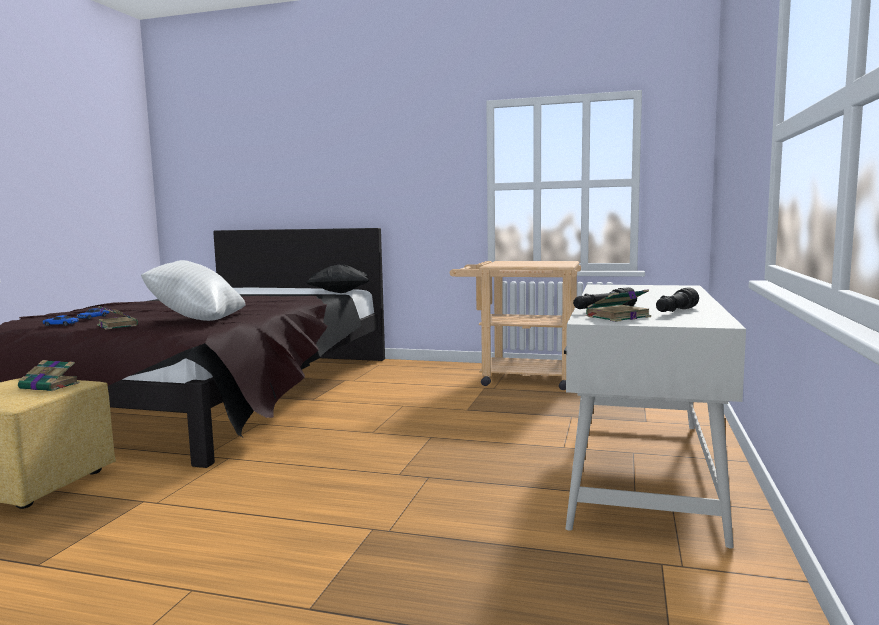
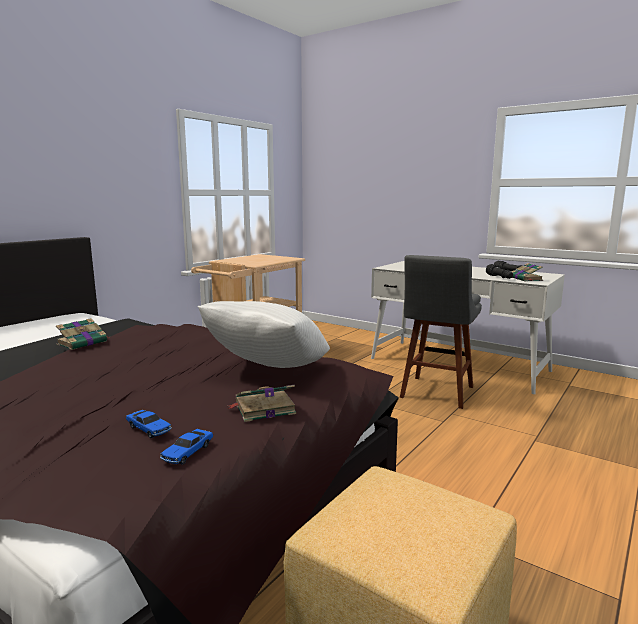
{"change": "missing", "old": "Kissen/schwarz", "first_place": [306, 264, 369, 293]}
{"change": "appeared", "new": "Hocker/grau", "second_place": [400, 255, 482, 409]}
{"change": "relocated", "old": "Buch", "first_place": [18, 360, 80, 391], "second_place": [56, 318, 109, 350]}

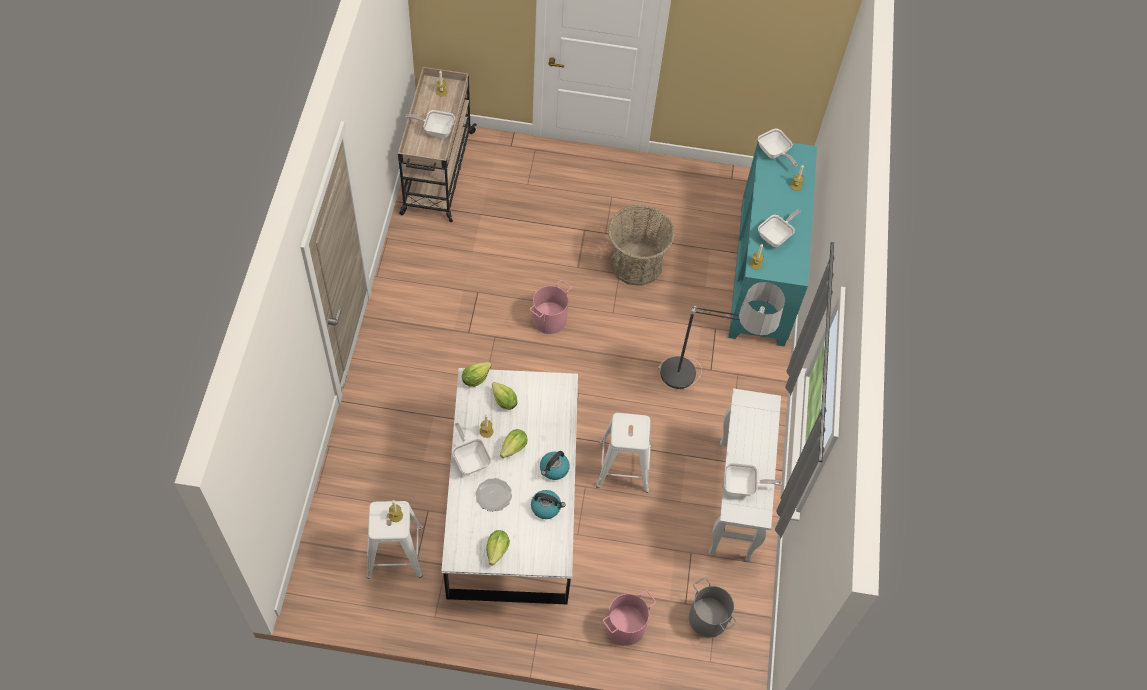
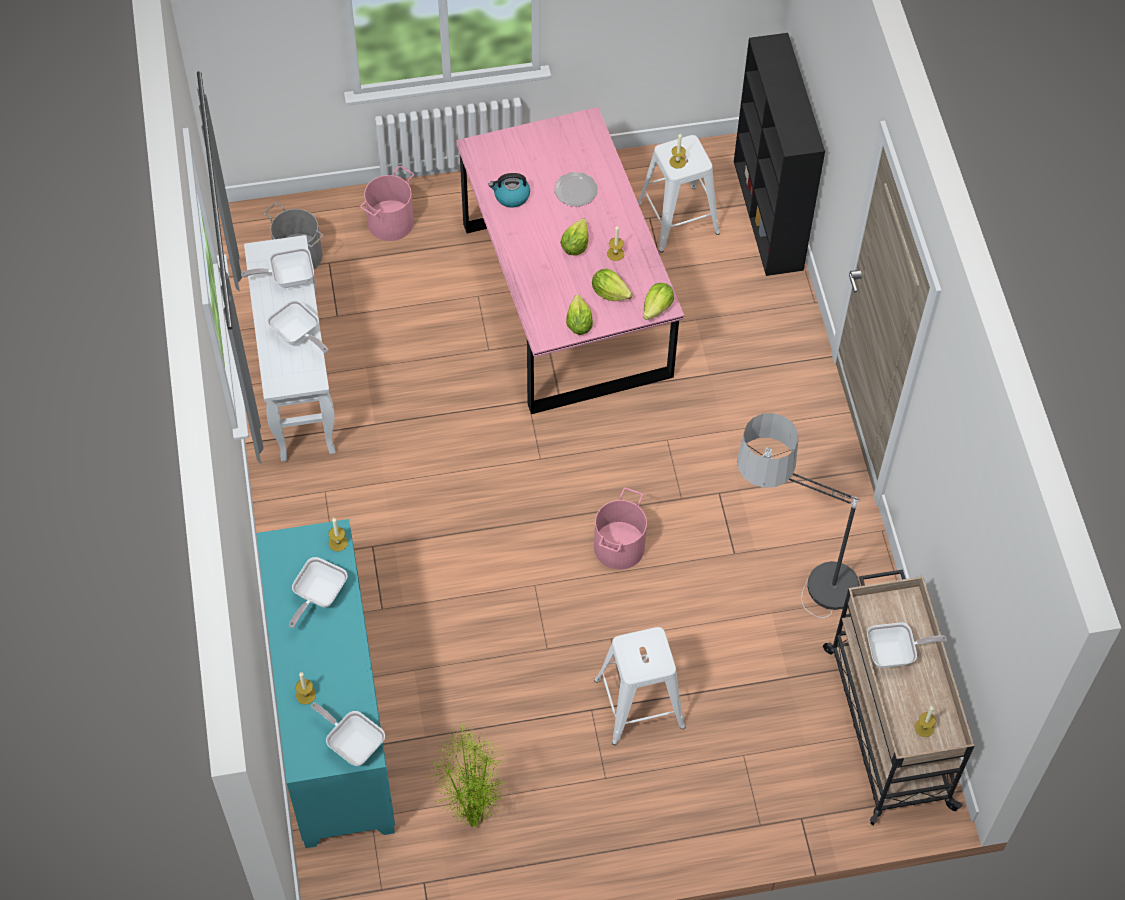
{"change": "missing", "old": "Wasserkessel", "first_place": [540, 451, 570, 480]}
{"change": "missing", "old": "Korb", "first_place": [608, 205, 675, 286]}
{"change": "appeared", "new": "Topfpflanze", "second_place": [428, 723, 507, 830]}
{"change": "appeared", "new": "Bücherregal/schwarz", "second_place": [734, 33, 825, 276]}
{"change": "relocated", "old": "Pfanne", "first_place": [452, 423, 491, 475], "second_place": [267, 299, 328, 354]}
{"change": "relocated", "old": "Salatkopf", "first_place": [487, 530, 510, 565], "second_place": [566, 295, 593, 335]}
{"change": "relocated", "old": "Hocker/weiß", "first_place": [596, 413, 651, 493], "second_place": [594, 627, 685, 745]}
{"change": "relocated", "old": "Stehlampe", "first_place": [658, 282, 785, 389], "second_place": [737, 413, 860, 618]}
{"change": "colour", "old": "Esstisch/weiß", "new": "Esstisch/rosa", "first_place": [441, 368, 578, 604], "second_place": [456, 107, 684, 414]}

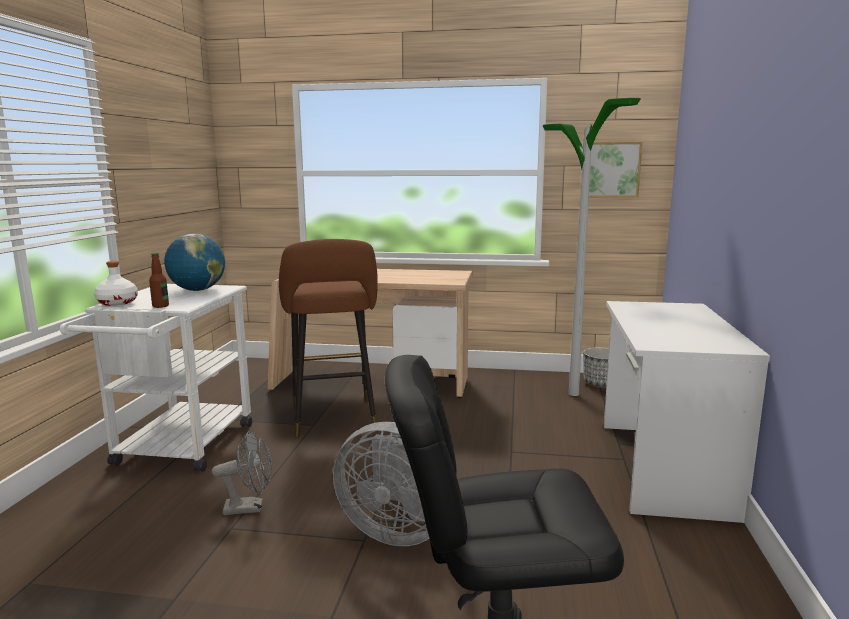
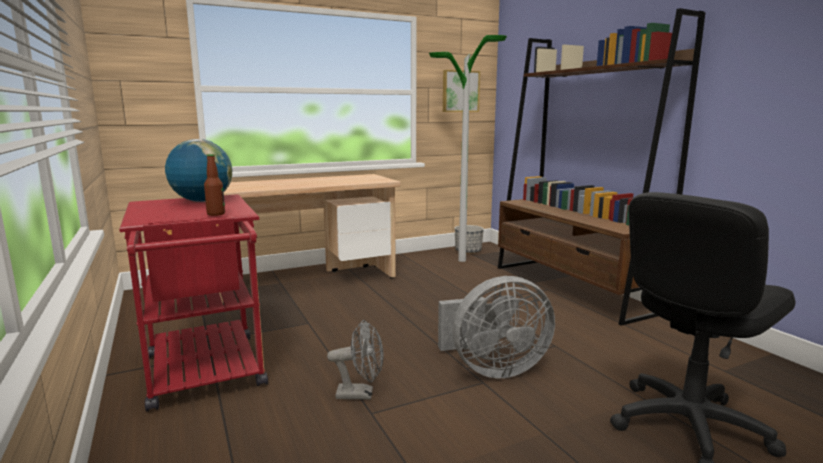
{"change": "missing", "old": "Flasche/weiß", "first_place": [94, 261, 138, 306]}
{"change": "missing", "old": "Hocker/braun", "first_place": [279, 239, 378, 437]}
{"change": "exchanged", "old": "Schreibtisch/weiß", "new": "Bücherregal/braun", "first_place": [604, 301, 770, 523], "second_place": [498, 8, 706, 326]}
{"change": "colour", "old": "Rollwagen/weiß", "new": "Rollwagen/rot", "first_place": [60, 284, 252, 472], "second_place": [119, 194, 268, 411]}
{"change": "spun", "old": "Ventilator/grau", "first_place": [212, 431, 272, 515], "second_place": [327, 320, 383, 400], "degrees": 45}

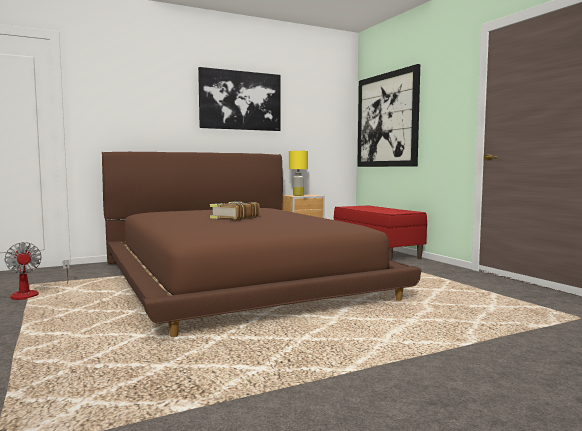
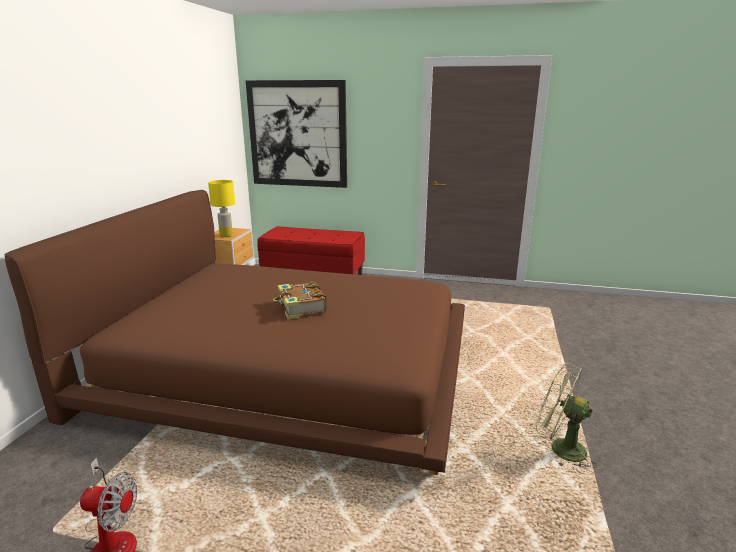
{"change": "missing", "old": "Bild", "first_place": [198, 67, 281, 131]}
{"change": "appeared", "new": "Ventilator/grün", "second_place": [536, 363, 597, 469]}

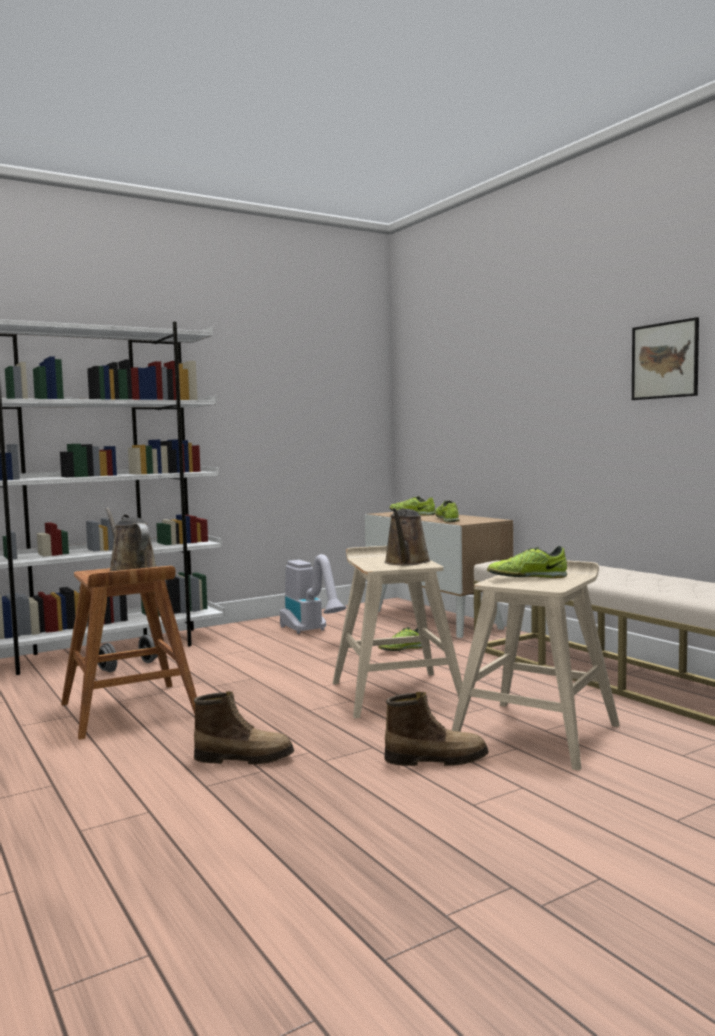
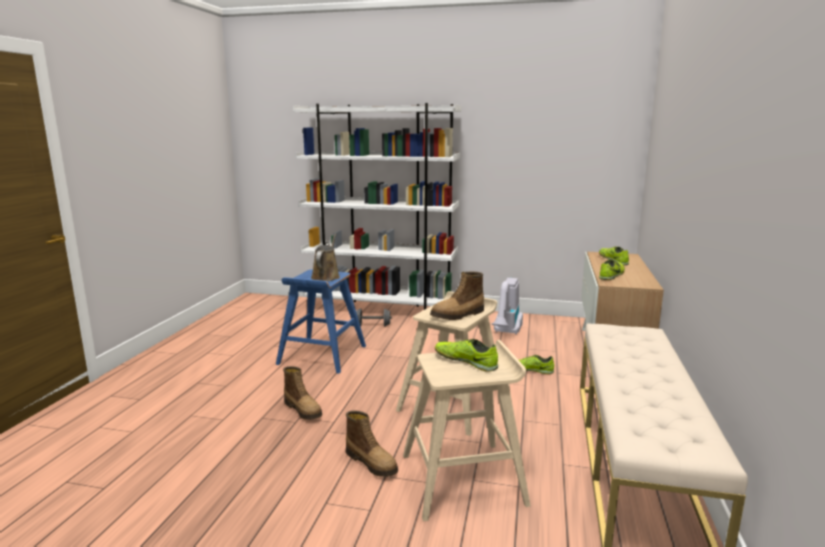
{"change": "missing", "old": "Bild", "first_place": [632, 317, 699, 400]}
{"change": "exchanged", "old": "Gießkanne/braun", "new": "Stiefel", "first_place": [384, 508, 431, 565], "second_place": [430, 272, 484, 320]}
{"change": "colour", "old": "Hocker/braun", "new": "Hocker/blau", "first_place": [61, 566, 197, 740], "second_place": [276, 269, 366, 374]}

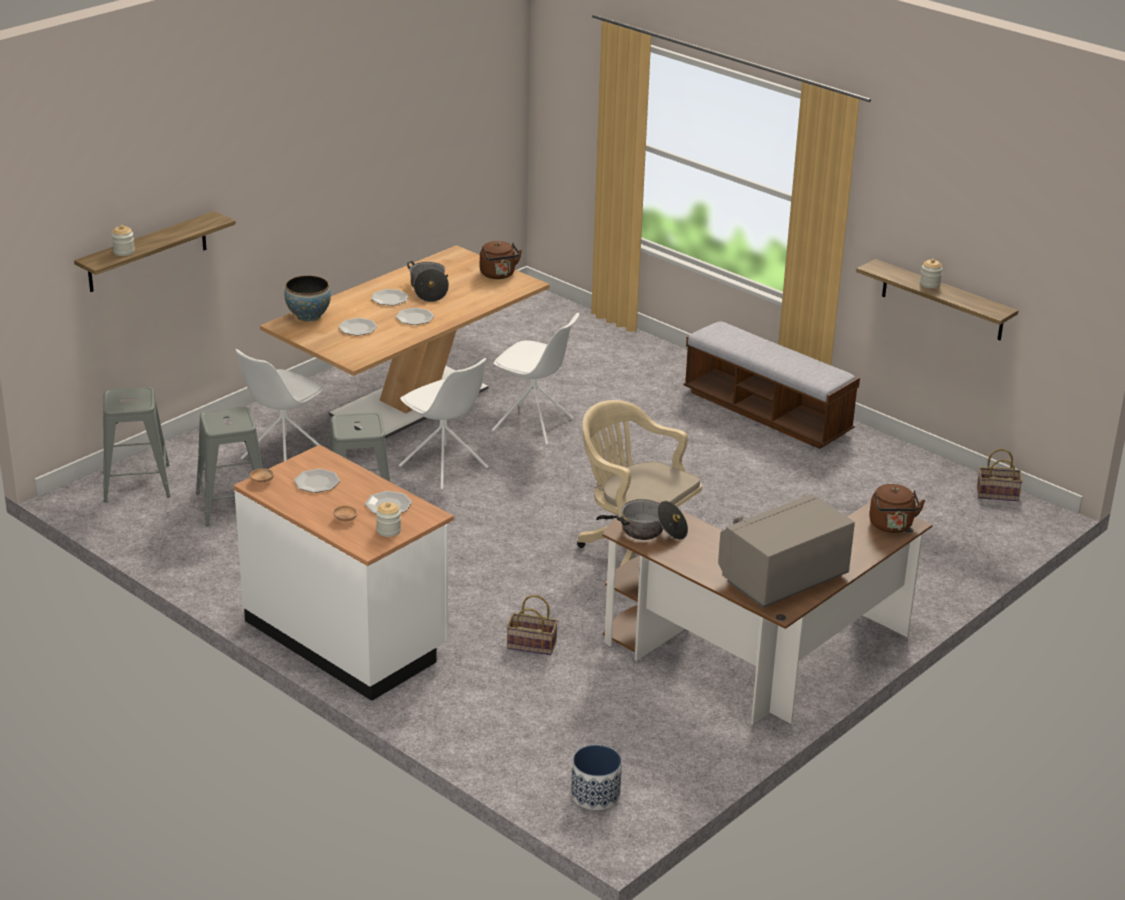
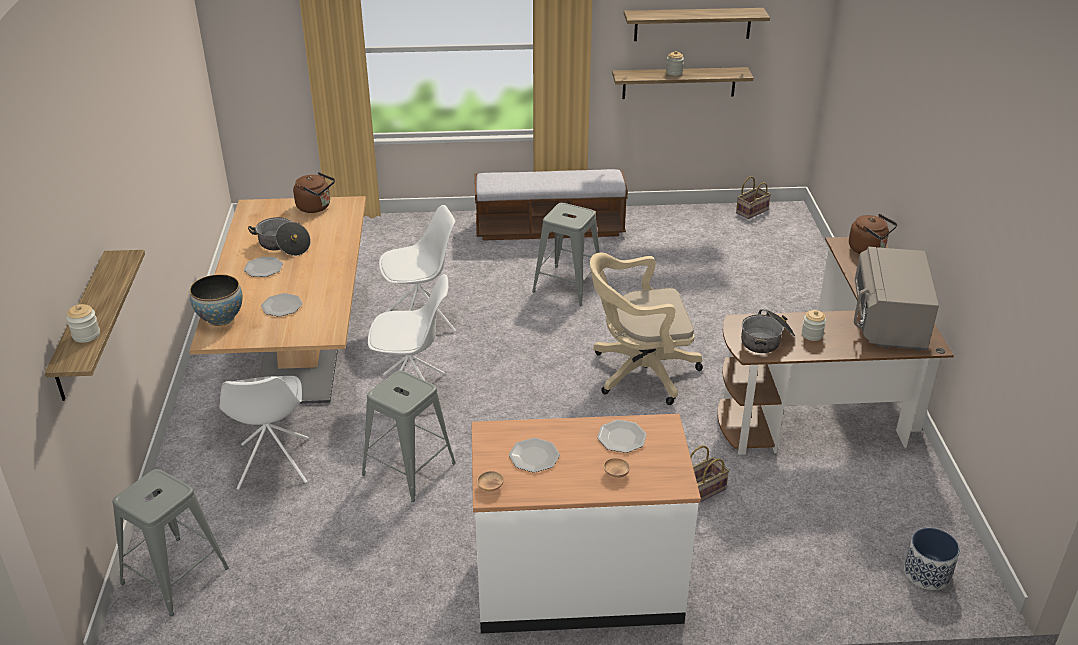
{"change": "missing", "old": "Teller", "first_place": [396, 308, 434, 325]}
{"change": "appeared", "new": "Wandregal", "second_place": [624, 8, 770, 41]}
{"change": "relocated", "old": "Hocker/grau", "first_place": [196, 407, 263, 526], "second_place": [532, 203, 600, 305]}
{"change": "relocated", "old": "Vorratsglas", "first_place": [376, 502, 401, 537], "second_place": [802, 310, 826, 341]}

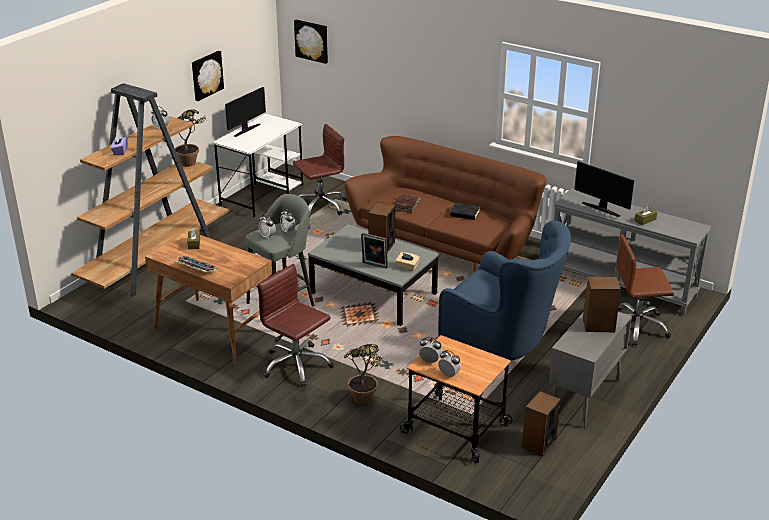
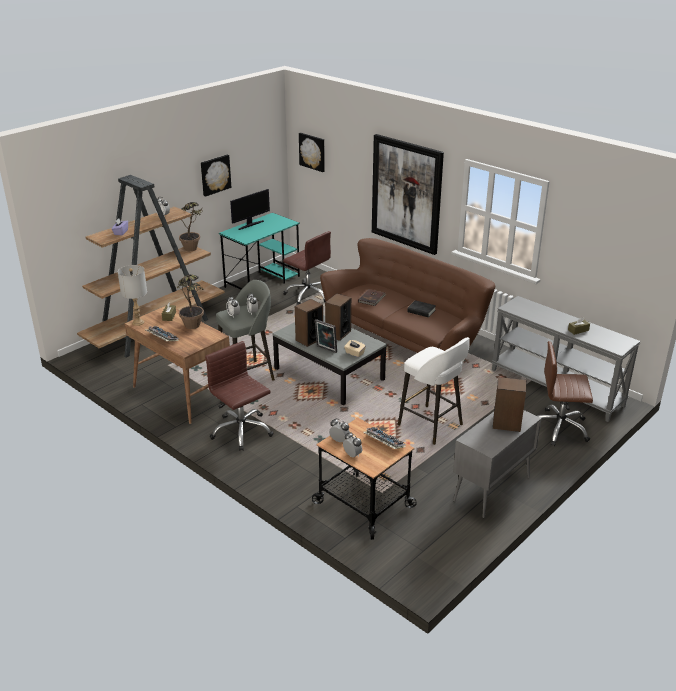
{"change": "missing", "old": "Monitor", "first_place": [574, 161, 634, 217]}
{"change": "appeared", "new": "Tischlampe/grau", "second_place": [118, 265, 147, 326]}
{"change": "appeared", "new": "Tastatur", "second_place": [363, 427, 406, 449]}
{"change": "appeared", "new": "Bild", "second_place": [372, 134, 444, 255]}
{"change": "relocated", "old": "Topfpflanze", "first_place": [344, 344, 384, 405], "second_place": [177, 274, 204, 329]}
{"change": "relocated", "old": "Lautsprecher", "first_place": [522, 391, 561, 456], "second_place": [295, 299, 323, 347]}
{"change": "exchanged", "old": "Sessel/blau", "new": "Hocker/weiß", "first_place": [438, 221, 571, 360], "second_place": [398, 337, 470, 445]}
{"change": "colour", "old": "Schreibtisch/weiß", "new": "Schreibtisch/türkis", "first_place": [212, 114, 303, 217], "second_place": [219, 213, 300, 290]}
{"change": "spun", "old": "Bürostuhl/braun", "first_place": [293, 124, 347, 216], "second_place": [283, 231, 331, 305], "degrees": 60}

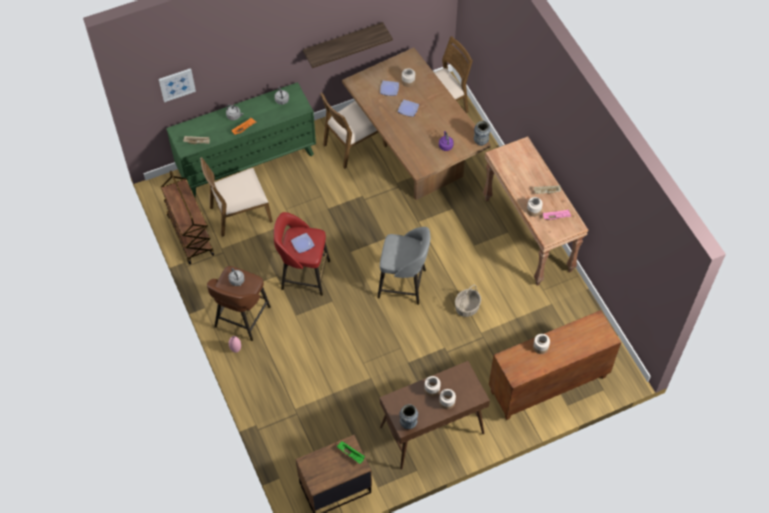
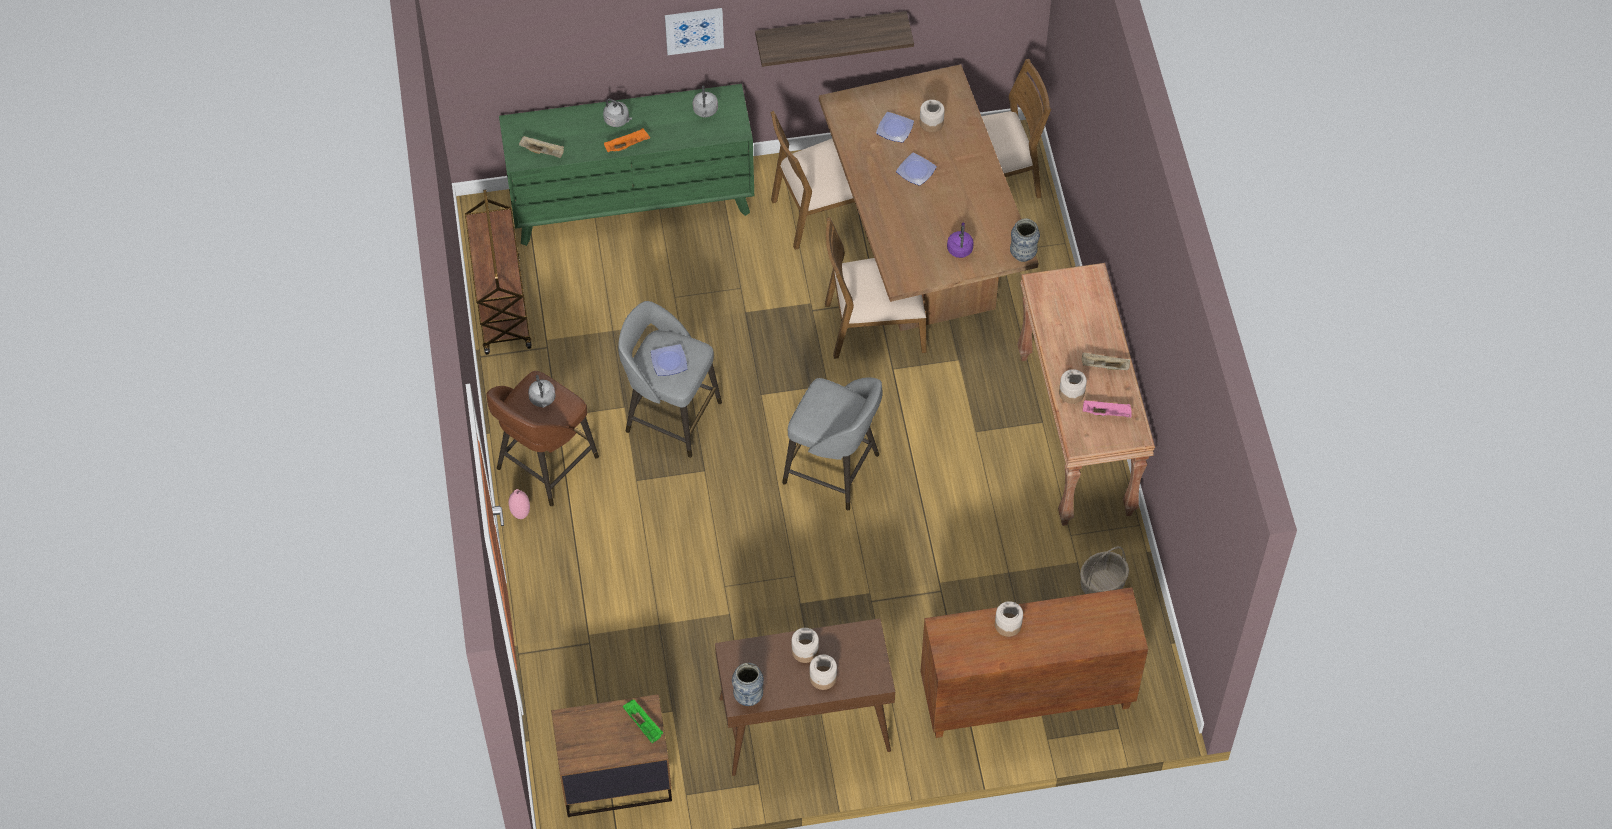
{"change": "relocated", "old": "Bild", "first_place": [159, 68, 196, 102], "second_place": [665, 8, 724, 55]}
{"change": "relocated", "old": "Stuhl/braun", "first_place": [200, 157, 273, 237], "second_place": [825, 217, 927, 359]}
{"change": "relocated", "old": "Korb", "first_place": [455, 285, 481, 317], "second_place": [1080, 546, 1129, 594]}
{"change": "colour", "old": "Hocker/rot", "new": "Hocker/grau", "first_place": [274, 212, 330, 296], "second_place": [618, 301, 722, 458]}

